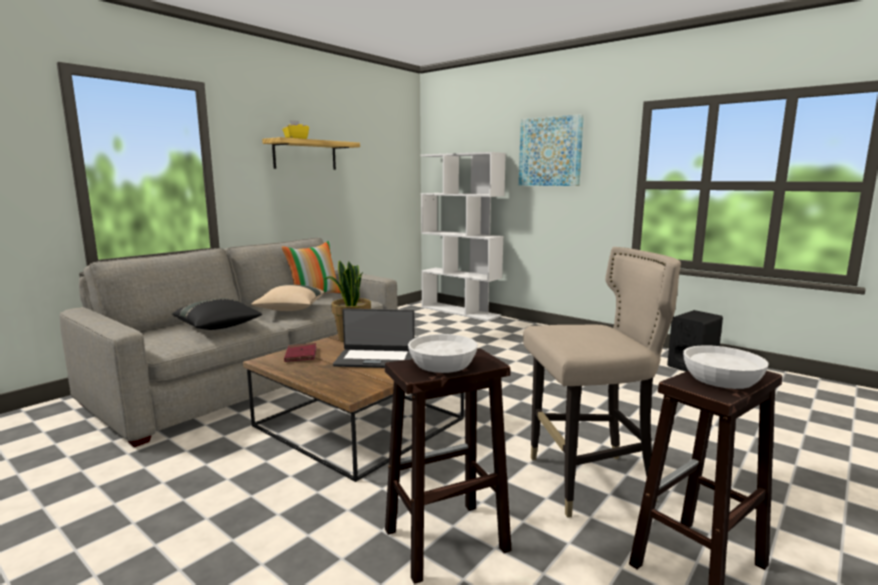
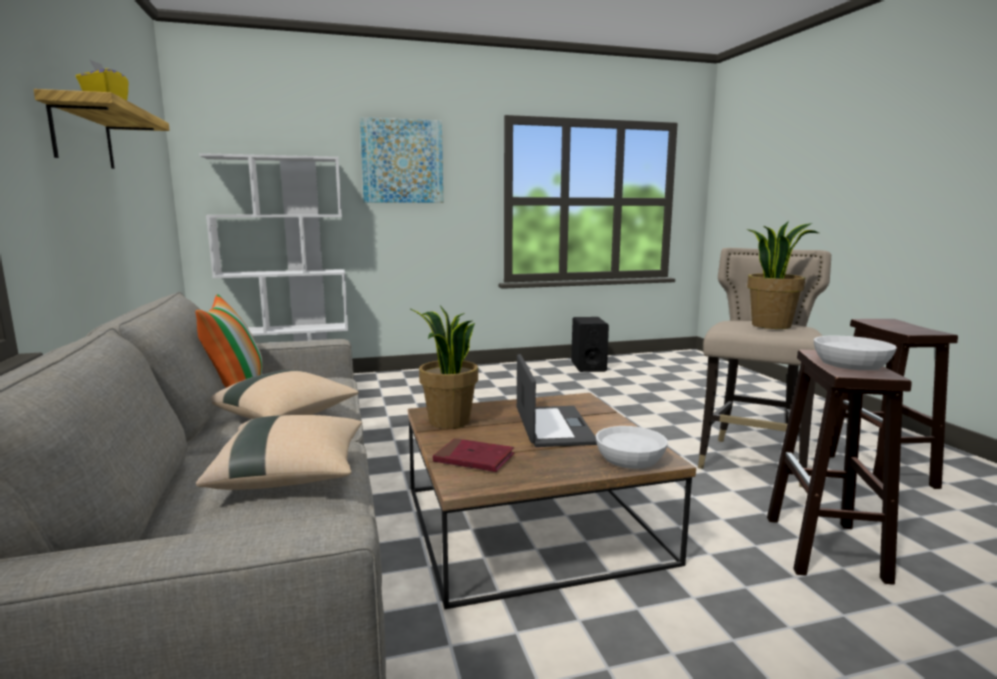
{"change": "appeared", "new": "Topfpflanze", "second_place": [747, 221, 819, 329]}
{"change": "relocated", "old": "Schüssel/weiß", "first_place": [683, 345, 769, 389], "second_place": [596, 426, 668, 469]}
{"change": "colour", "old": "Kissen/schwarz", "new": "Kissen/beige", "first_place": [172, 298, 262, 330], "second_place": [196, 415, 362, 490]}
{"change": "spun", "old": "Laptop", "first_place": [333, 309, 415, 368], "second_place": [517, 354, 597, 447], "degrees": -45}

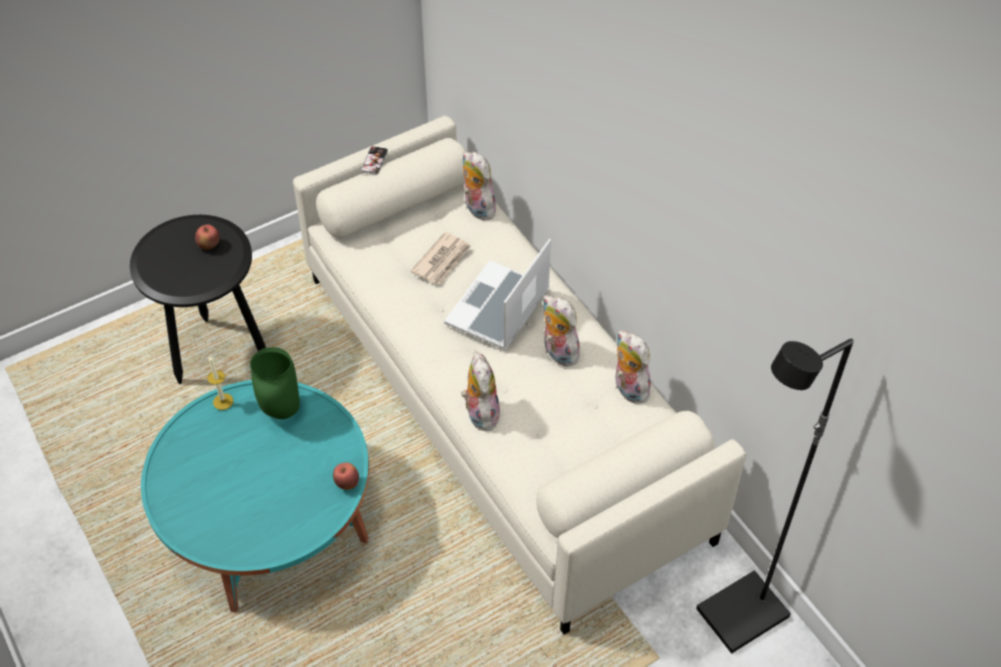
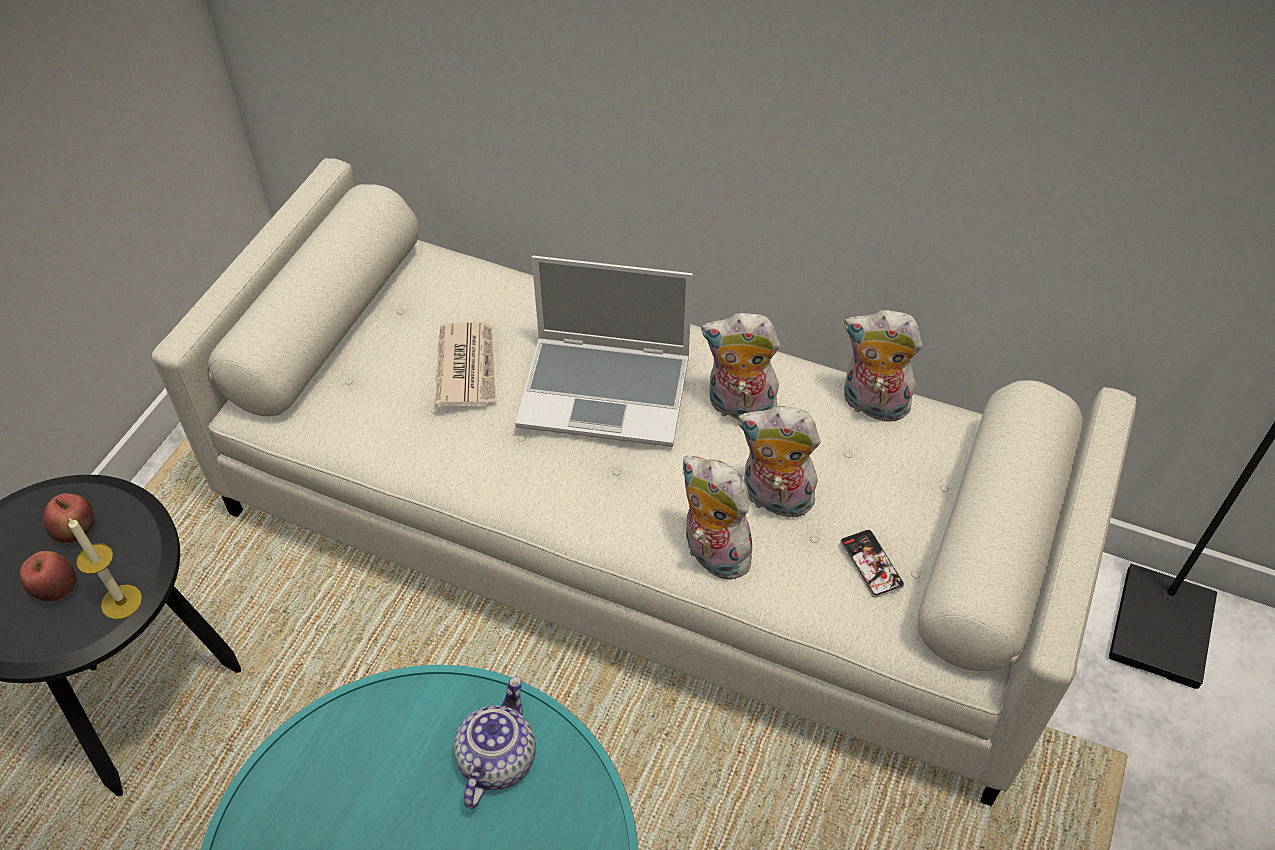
{"change": "missing", "old": "Vase/grün", "first_place": [250, 347, 300, 419]}
{"change": "appeared", "new": "Teekanne", "second_place": [454, 676, 536, 809]}
{"change": "relocated", "old": "Kerze", "first_place": [207, 356, 233, 410], "second_place": [68, 518, 142, 620]}
{"change": "relocated", "old": "Apfel", "first_place": [333, 462, 359, 490], "second_place": [19, 551, 76, 601]}
{"change": "relocated", "old": "Handy", "first_place": [361, 146, 388, 175], "second_place": [840, 530, 904, 597]}
{"change": "relocated", "old": "Plüschtier", "first_place": [463, 152, 496, 220], "second_place": [738, 406, 822, 522]}
{"change": "spun", "old": "Laptop", "first_place": [444, 238, 551, 350], "second_place": [515, 256, 693, 447], "degrees": -75}

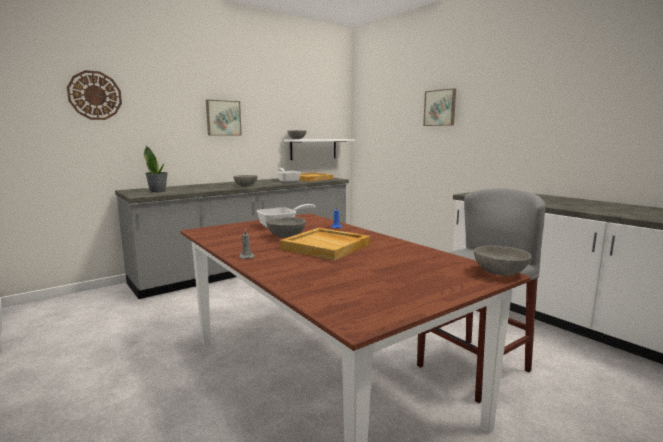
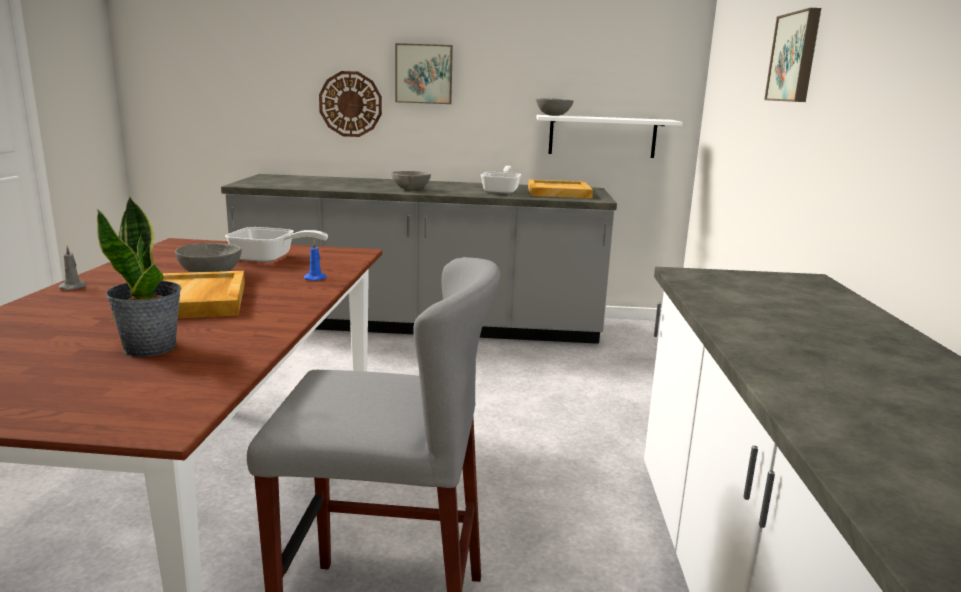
{"change": "missing", "old": "Schüssel/grau", "first_place": [474, 245, 532, 276]}
{"change": "relocated", "old": "Wanduhr", "first_place": [67, 70, 122, 120], "second_place": [319, 71, 382, 137]}
{"change": "relocated", "old": "Topfpflanze", "first_place": [144, 145, 168, 193], "second_place": [97, 196, 181, 357]}

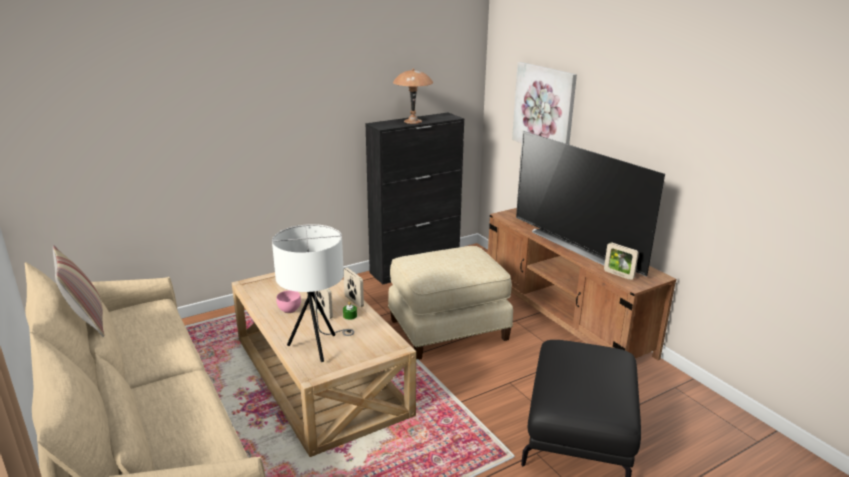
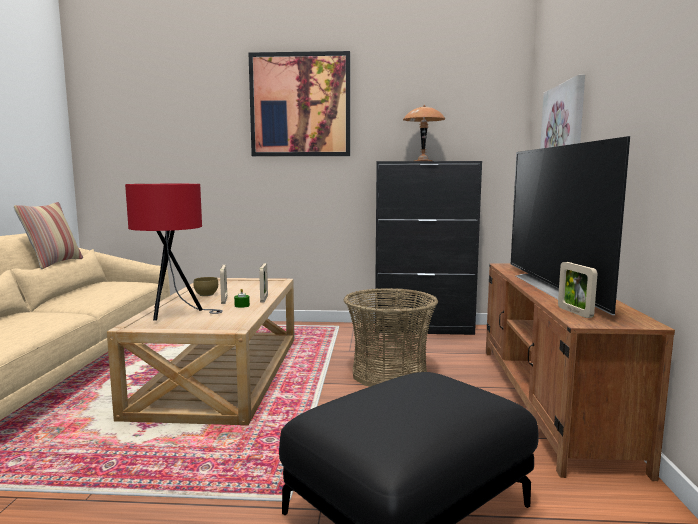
{"change": "appeared", "new": "Bild", "second_place": [249, 51, 350, 156]}
{"change": "exchanged", "old": "Polsterhocker/beige", "new": "Korb", "first_place": [388, 246, 513, 360], "second_place": [343, 288, 438, 387]}
{"change": "colour", "old": "Tischlampe/weiß", "new": "Tischlampe/rot", "first_place": [272, 224, 354, 362], "second_place": [125, 184, 223, 321]}
{"change": "colour", "old": "Schüssel/rosa", "new": "Schüssel/braun", "first_place": [276, 290, 301, 313], "second_place": [193, 277, 218, 296]}

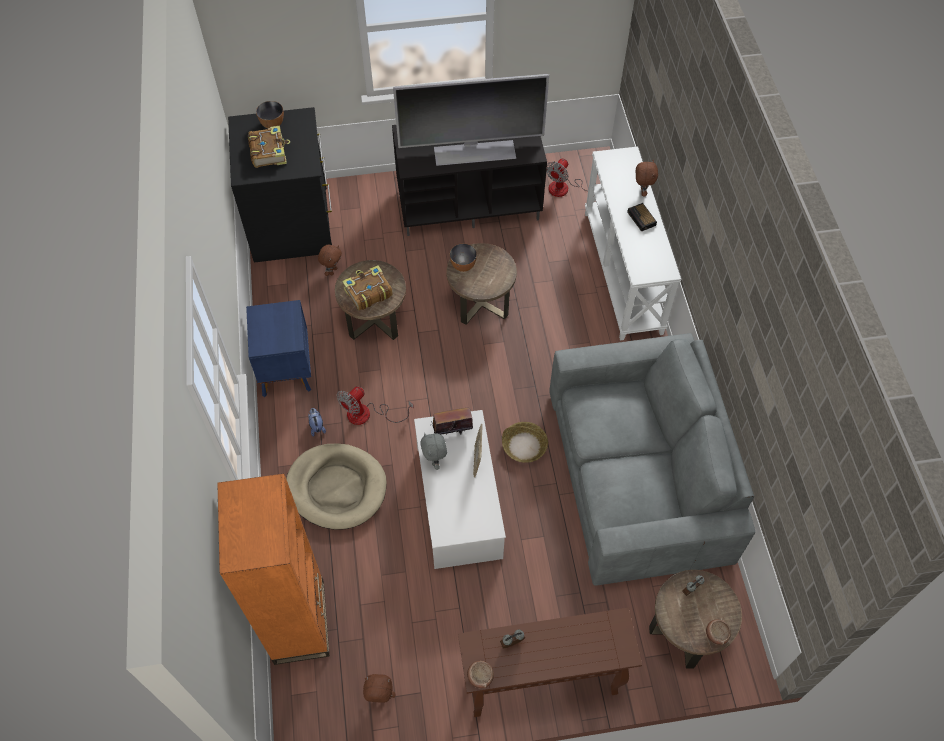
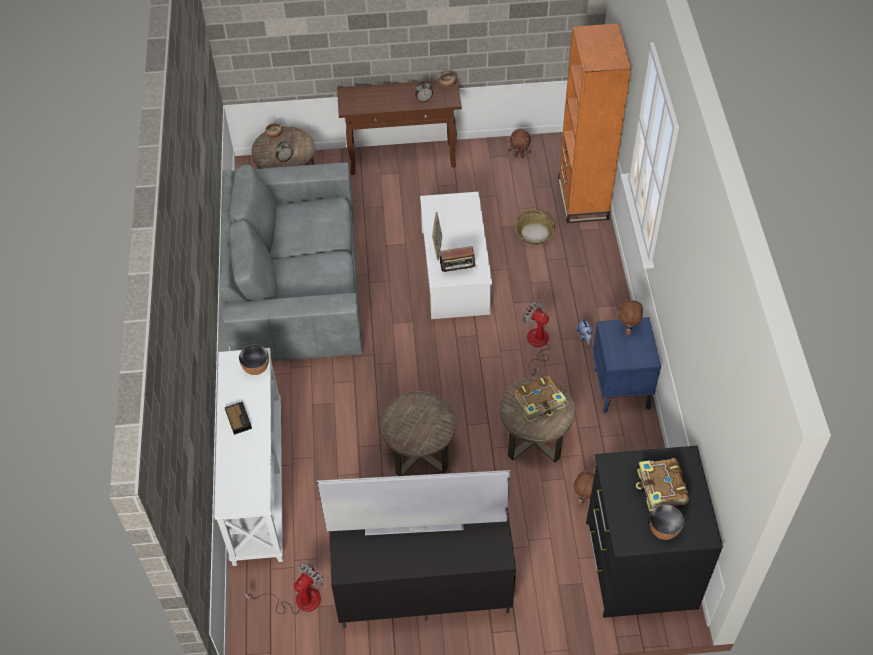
{"change": "missing", "old": "Hundebett/beige", "first_place": [286, 443, 387, 530]}
{"change": "missing", "old": "Plüschtier/grau", "first_place": [420, 433, 447, 470]}
{"change": "relocated", "old": "Schüssel", "first_place": [450, 243, 477, 272], "second_place": [239, 345, 269, 375]}
{"change": "relocated", "old": "Korb", "first_place": [502, 422, 548, 463], "second_place": [515, 209, 556, 245]}
{"change": "relocated", "old": "Plüschtier/braun", "first_place": [636, 160, 658, 196], "second_place": [620, 297, 643, 335]}
{"change": "spun", "old": "Ventilator", "first_place": [337, 386, 414, 425], "second_place": [523, 300, 551, 376], "degrees": -90}

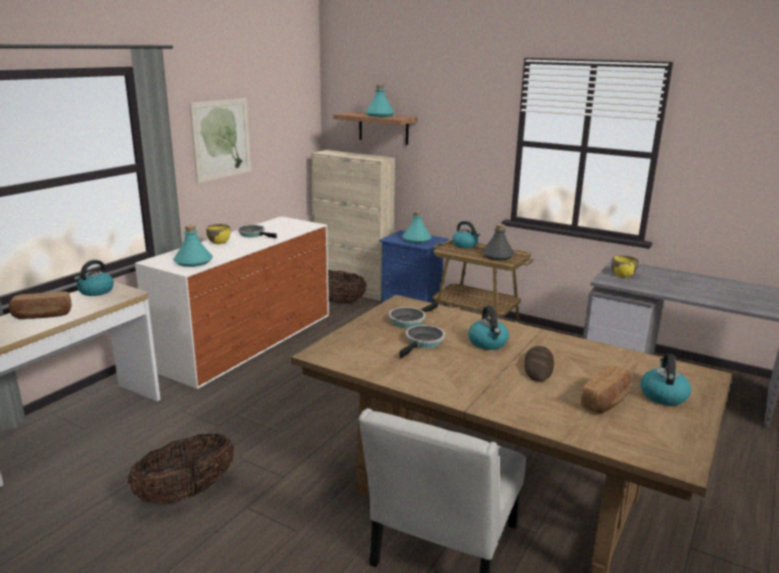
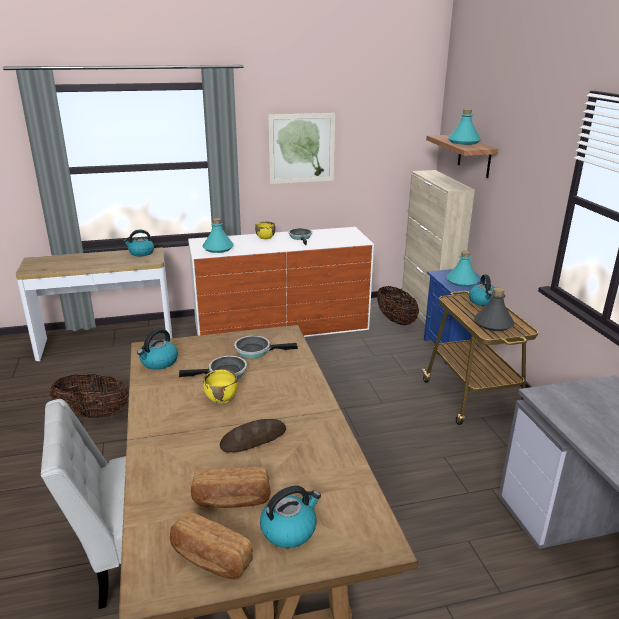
{"change": "relocated", "old": "Brot", "first_place": [9, 291, 72, 319], "second_place": [170, 512, 253, 579]}
{"change": "relocated", "old": "Wasserkessel", "first_place": [468, 306, 509, 350], "second_place": [137, 329, 178, 370]}
{"change": "relocated", "old": "Schüssel/gelb", "first_place": [611, 255, 638, 278], "second_place": [203, 369, 238, 403]}

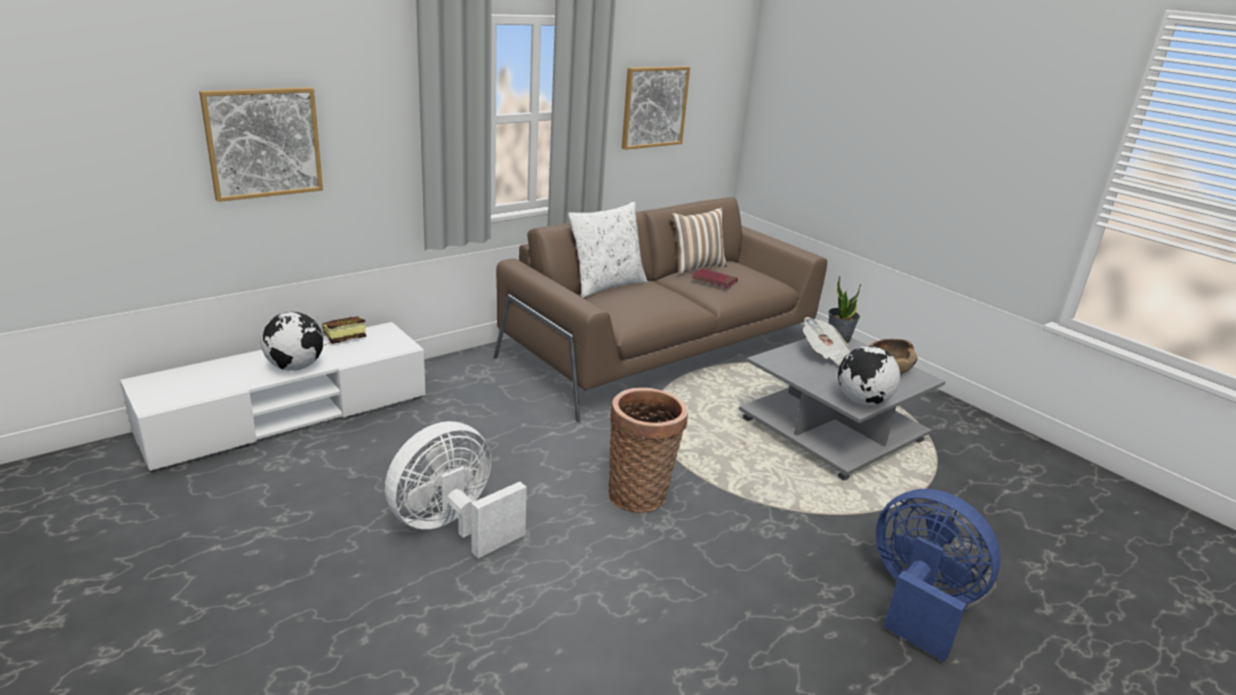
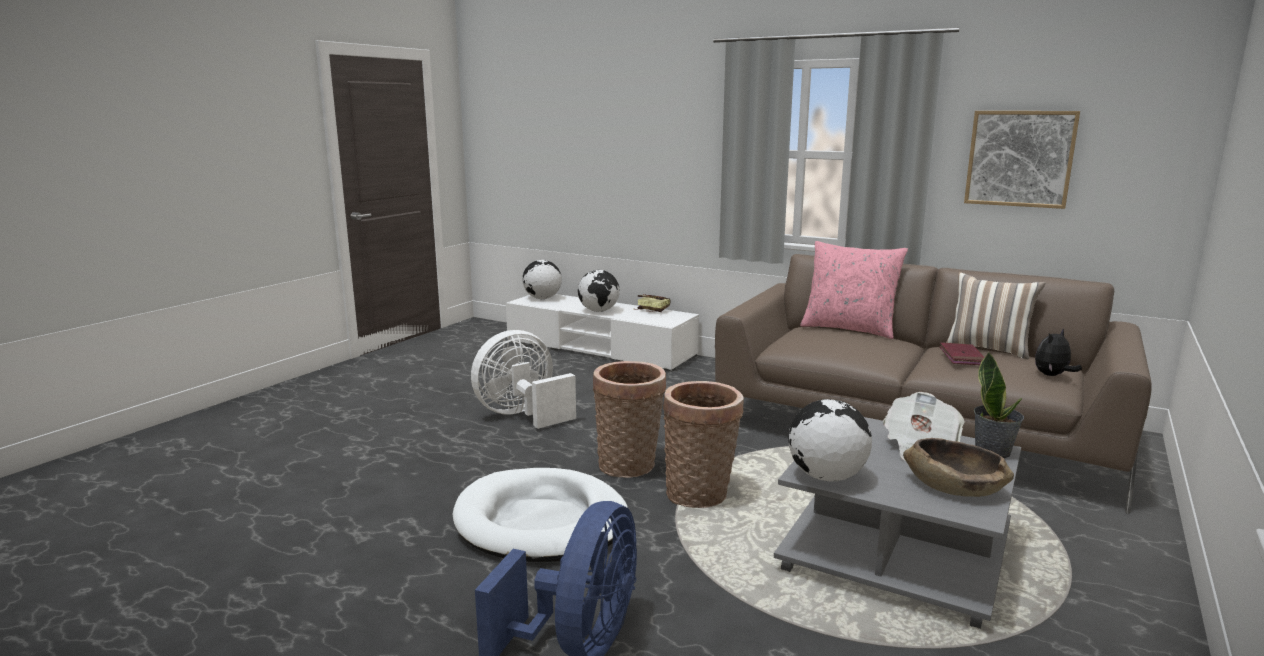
{"change": "missing", "old": "Bild", "first_place": [199, 87, 323, 202]}
{"change": "appeared", "new": "Hundebett/weiß", "second_place": [453, 468, 628, 562]}
{"change": "appeared", "new": "Globus", "second_place": [523, 260, 562, 299]}
{"change": "appeared", "new": "Korb", "second_place": [663, 381, 743, 508]}
{"change": "appeared", "new": "Plüschtier", "second_place": [1035, 329, 1082, 376]}
{"change": "colour", "old": "Kissen/weiß", "new": "Kissen/rosa", "first_place": [568, 202, 647, 298], "second_place": [800, 241, 908, 339]}
{"change": "spun", "old": "Ventilator/weiß", "first_place": [385, 421, 527, 559], "second_place": [471, 330, 576, 429], "degrees": -60}

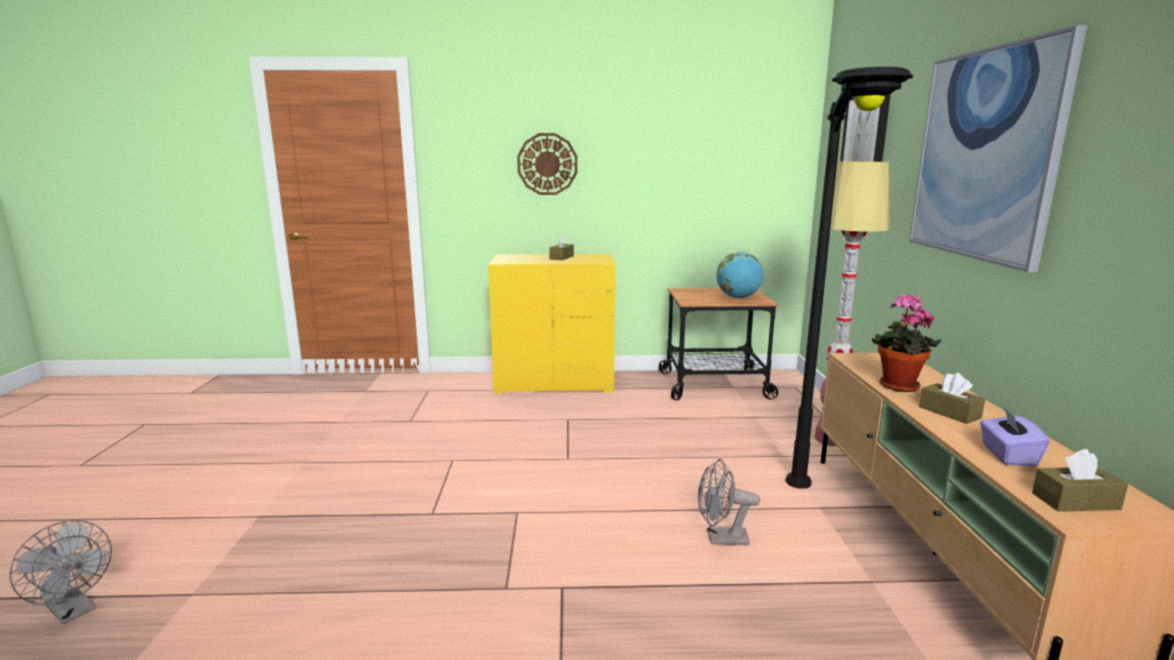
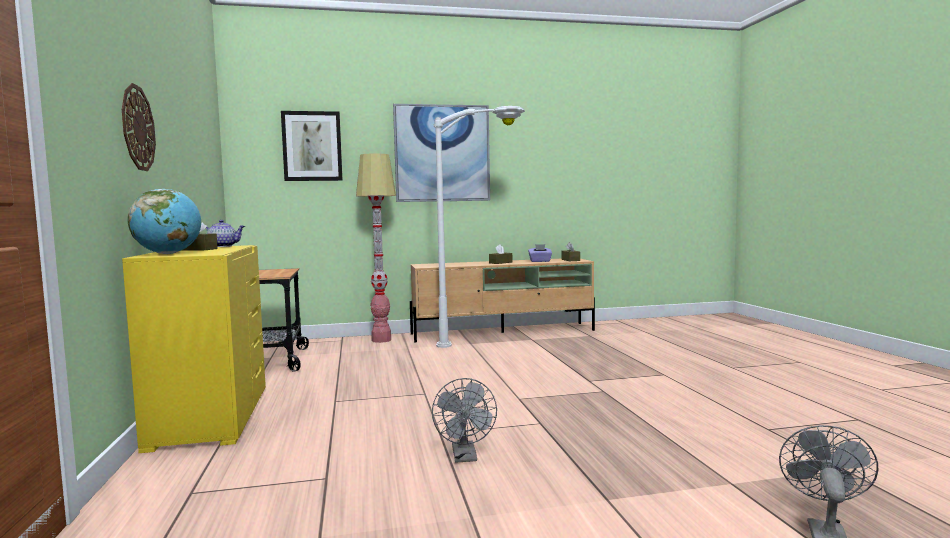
{"change": "missing", "old": "Topfpflanze", "first_place": [872, 294, 941, 392]}
{"change": "appeared", "new": "Teekanne", "second_place": [199, 220, 245, 247]}
{"change": "relocated", "old": "Ventilator/grau", "first_place": [698, 459, 760, 545], "second_place": [432, 378, 497, 463]}
{"change": "relocated", "old": "Globus", "first_place": [716, 252, 763, 298], "second_place": [128, 189, 201, 254]}
{"change": "colour", "old": "Stehlampe/schwarz", "new": "Stehlampe/weiß", "first_place": [786, 67, 914, 489], "second_place": [434, 106, 525, 348]}

